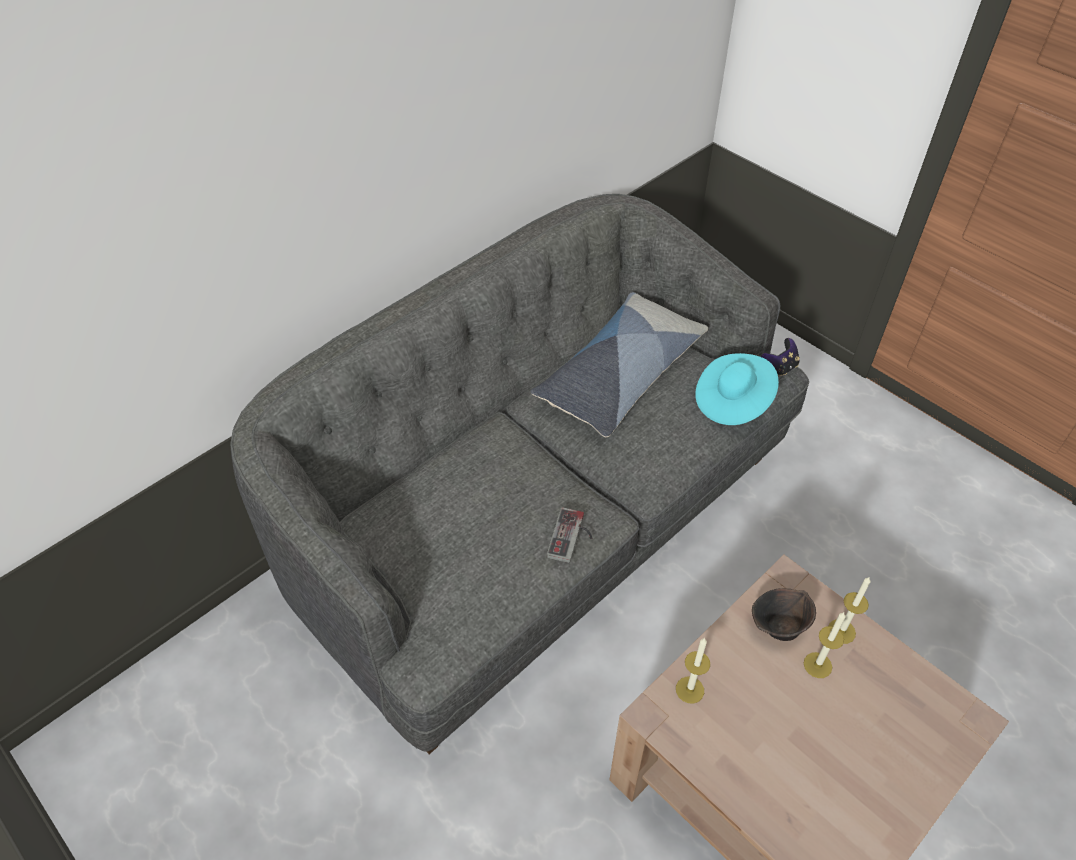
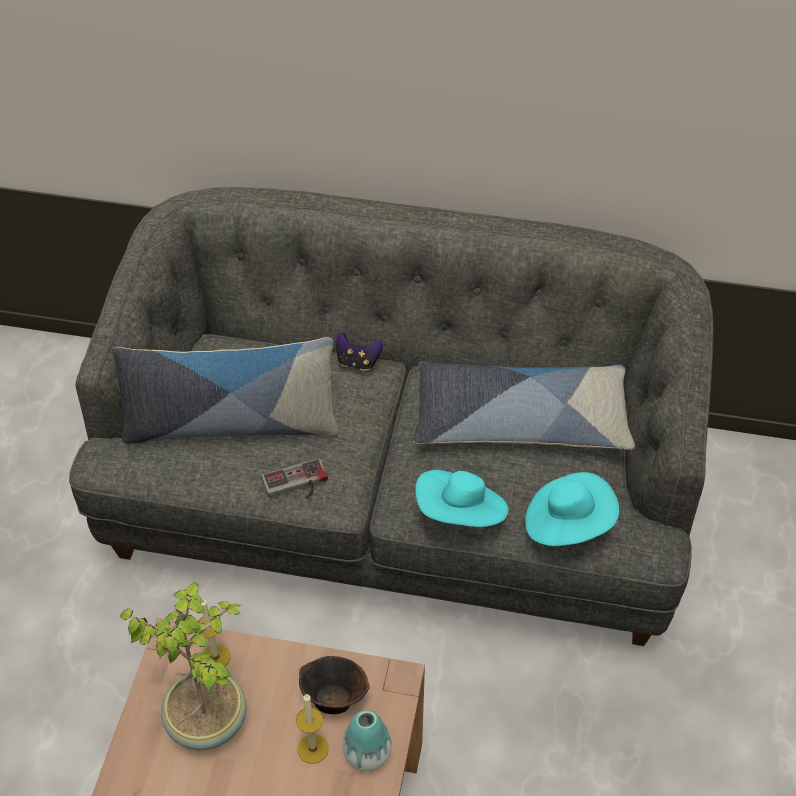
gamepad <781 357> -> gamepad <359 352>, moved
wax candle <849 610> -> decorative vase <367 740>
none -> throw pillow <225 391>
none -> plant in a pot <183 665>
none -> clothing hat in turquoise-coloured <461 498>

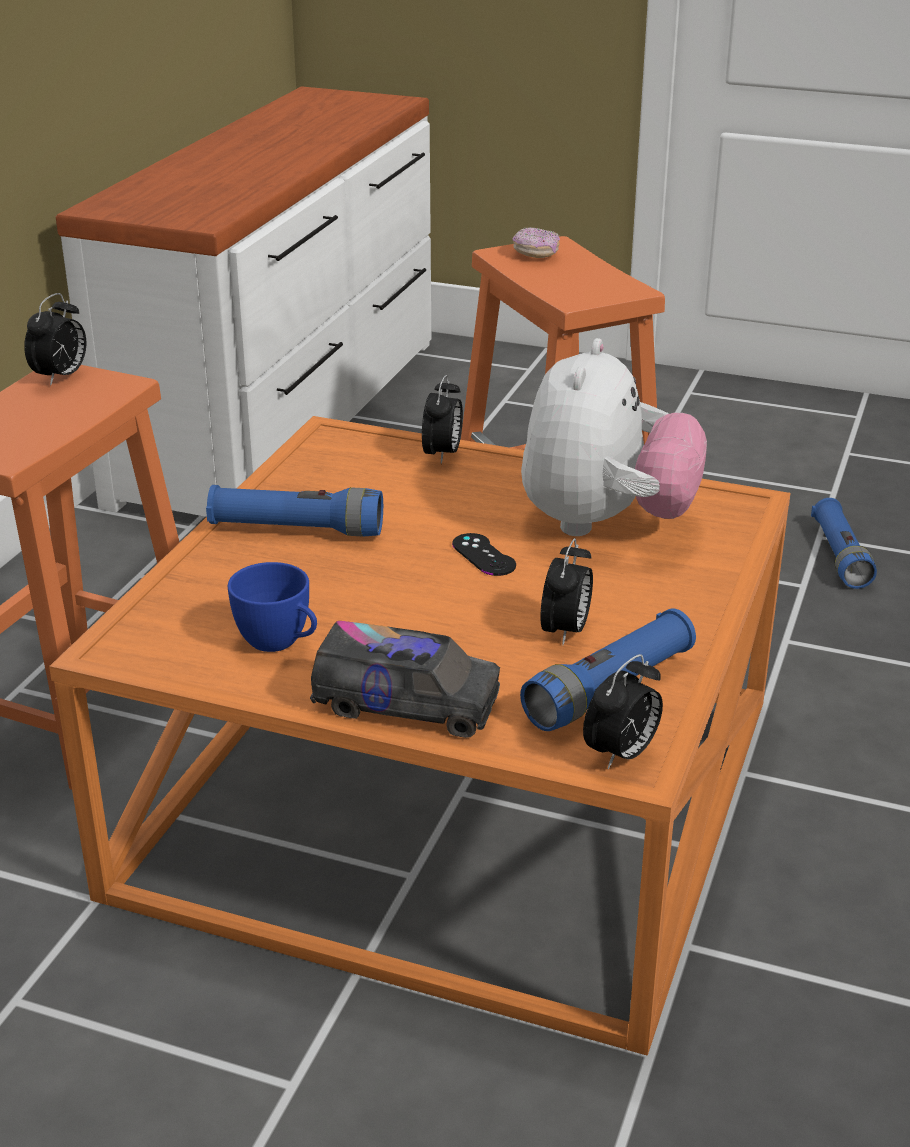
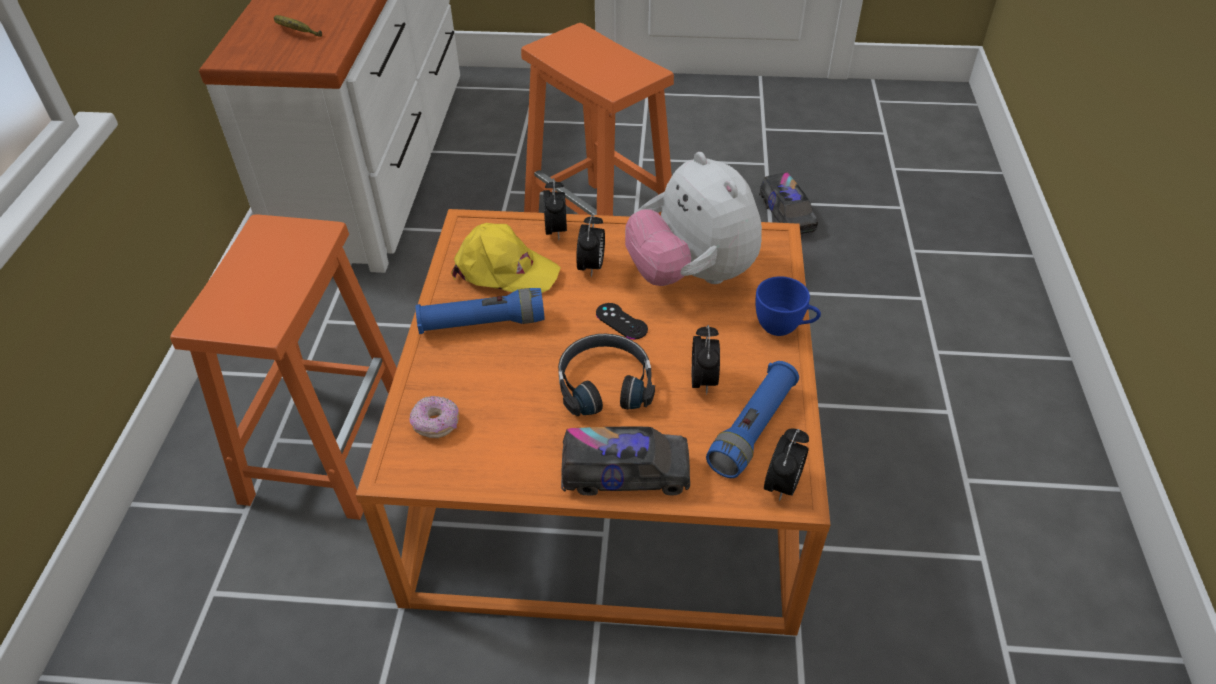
alarm clock <55 339> -> alarm clock <590 245>, moved
drinking cup in blue-coloured <272 607> -> drinking cup in blue-coloured <788 306>, moved
ring doughnut <536 242> -> ring doughnut <434 417>, moved
plush toy <614 437> -> plush toy <693 219>, 150 degrees clockwise
torch in blue-coloured <844 543> -> model truck <788 203>
none -> banana <298 26>
none -> baseball cap in yellow-coloured <506 258>
none -> headphones in black-coloured <606 375>

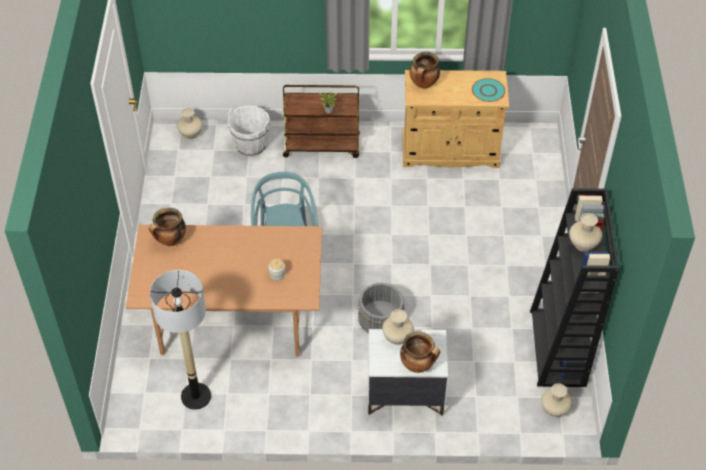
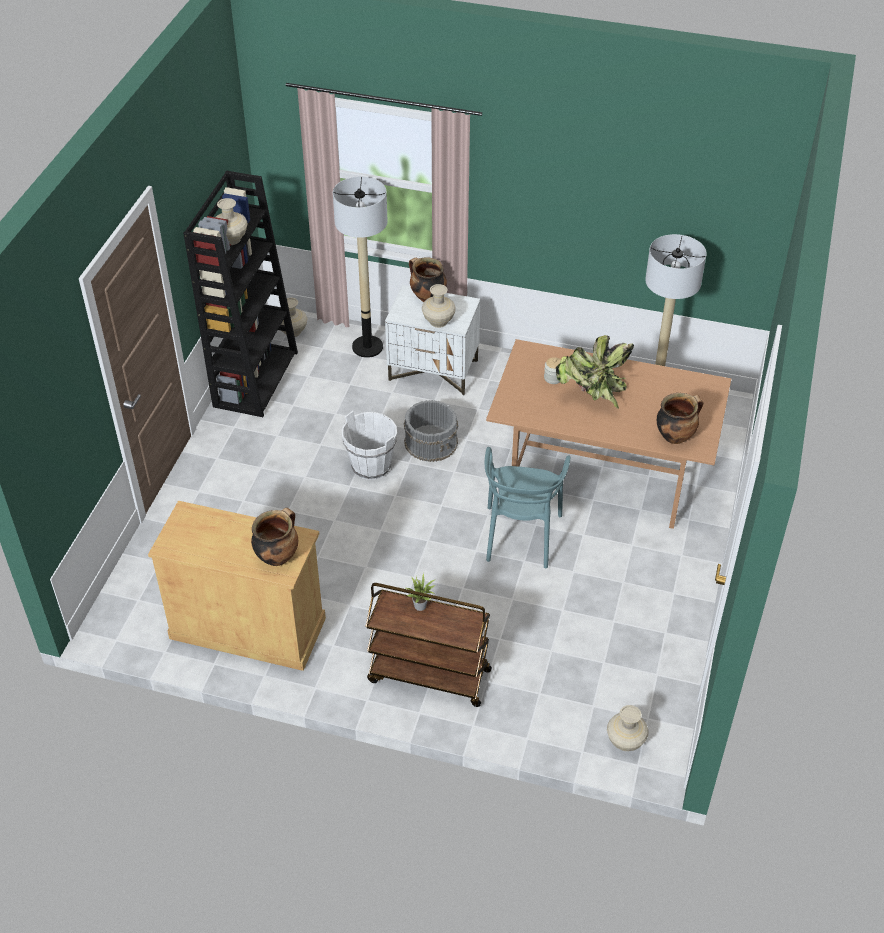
water bucket in white <249 131> -> water bucket in white <369 445>, moved
plate in turquoise-coloured <488 90> -> none
none -> floor lamp <360 267>
none -> plant in a pot <595 372>

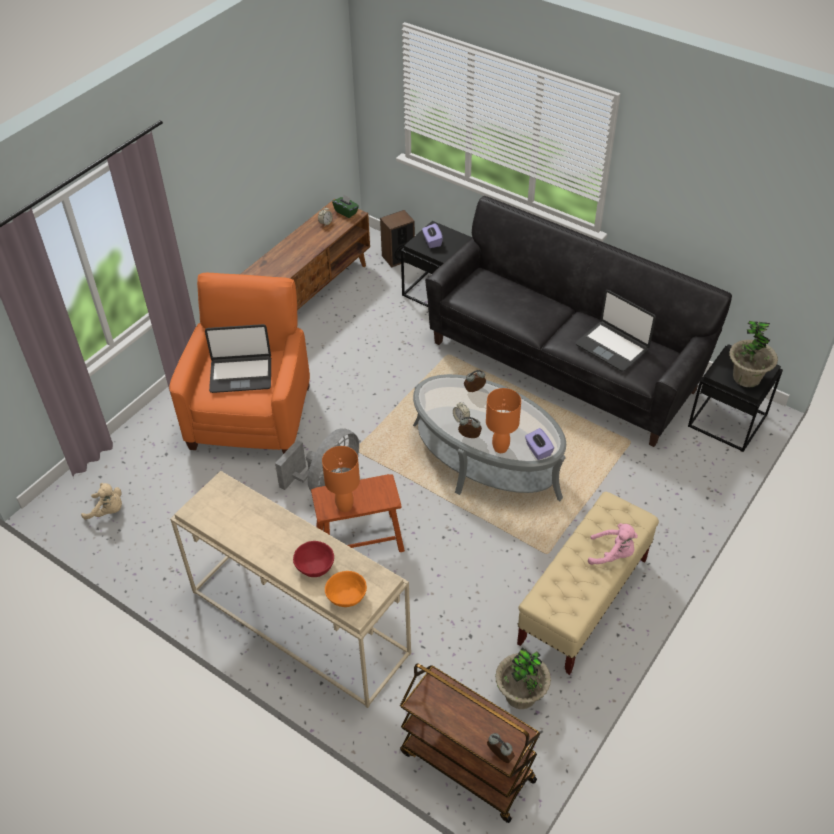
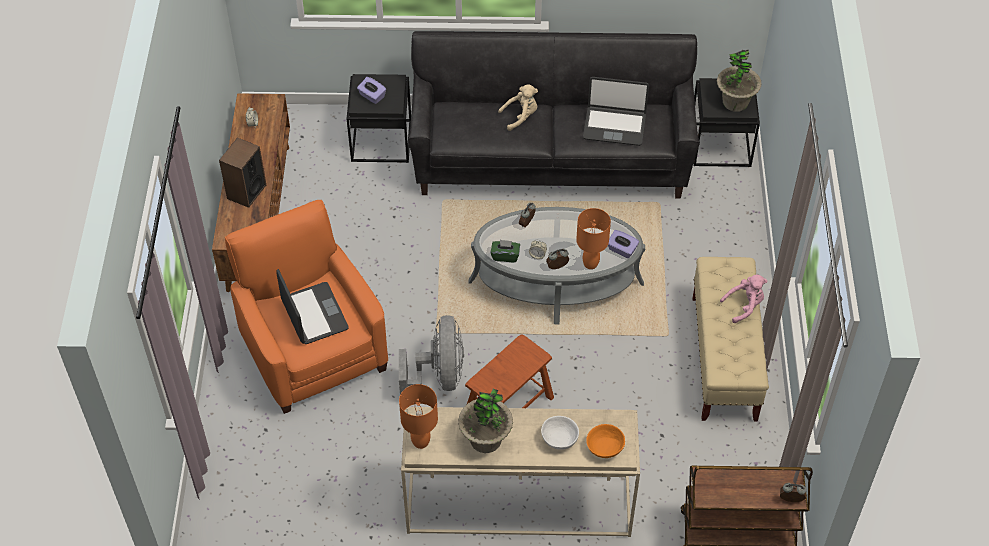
plush toy in beige-coloured <101 501> -> plush toy in beige-coloured <518 108>, moved
notebook computer <238 358> -> notebook computer <312 306>, 75 degrees counterclockwise
bowl in red <313 559> -> bowl in white <560 433>
tabletop lamp in orange-coloured <341 479> -> tabletop lamp in orange-coloured <418 416>, moved
tissue holder in greenish <345 206> -> tissue holder in greenish <505 251>, moved
speaker <397 238> -> speaker <242 173>, moved
plant in a pot <523 678> -> plant in a pot <485 421>, moved

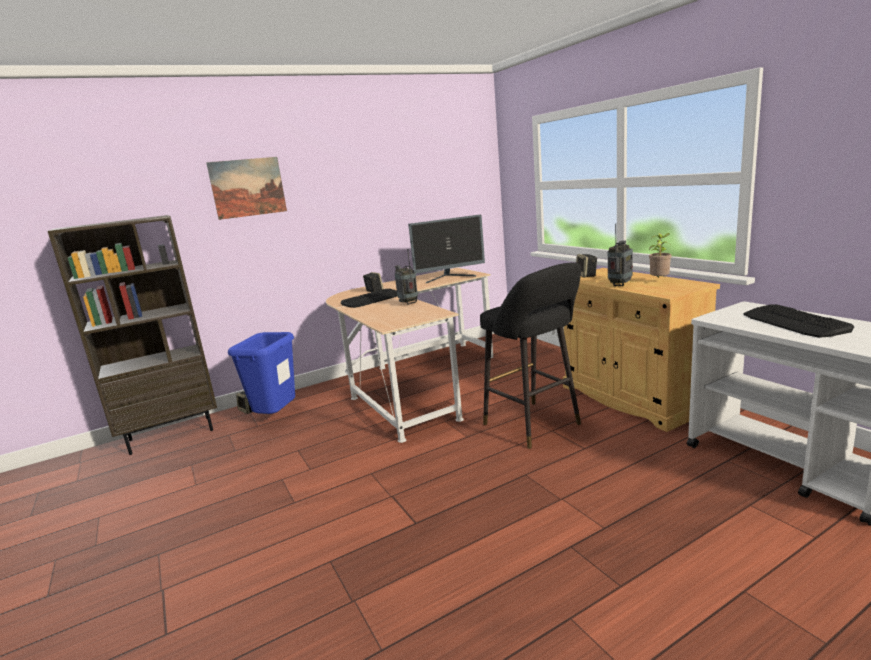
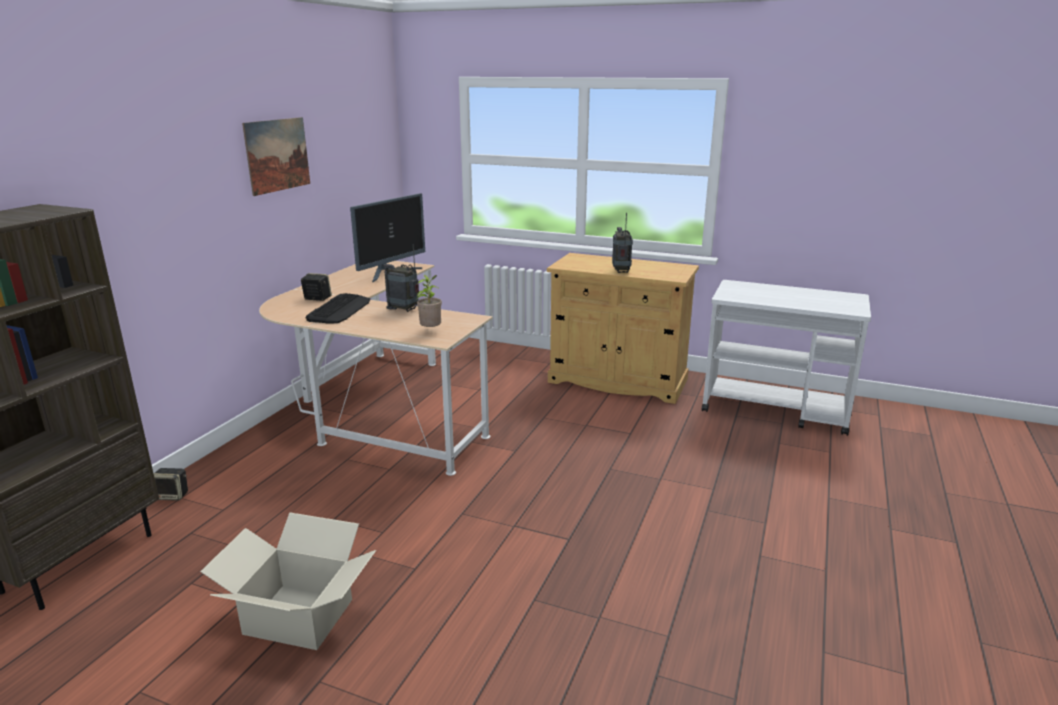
picture <246 188> -> picture <276 156>, moved
waste bin in blue-coloured <261 373> -> none
stool in black-coloured <530 355> -> none
speaker <586 265> -> none
plant in a pot <660 255> -> plant in a pot <429 301>, moved
computer keyboard <798 321> -> none
none -> carton <288 581>

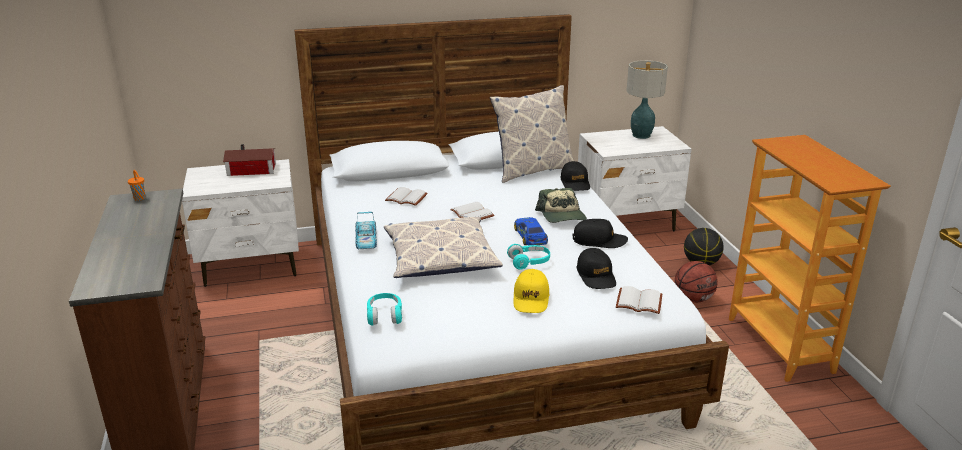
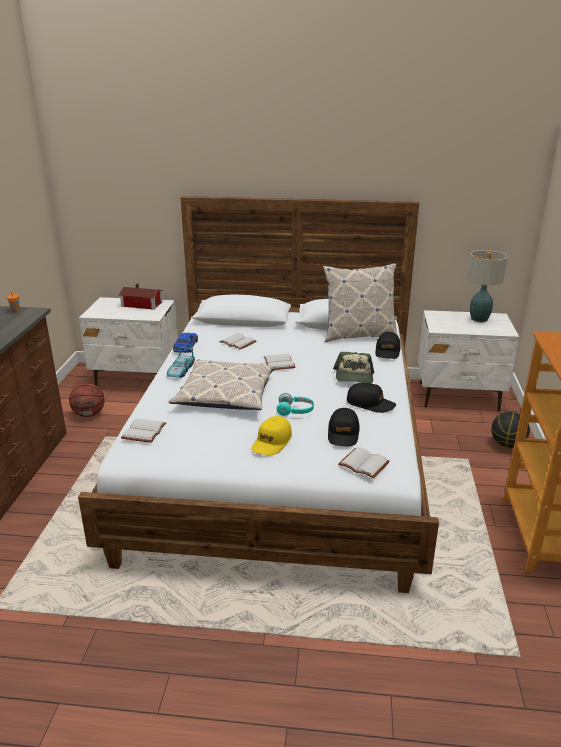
headphones in turquoise-coloured <384 309> -> bound book in white <143 430>
toy car <531 231> -> toy car <185 343>, moved
basketball ball <696 282> -> basketball ball <87 400>, moved

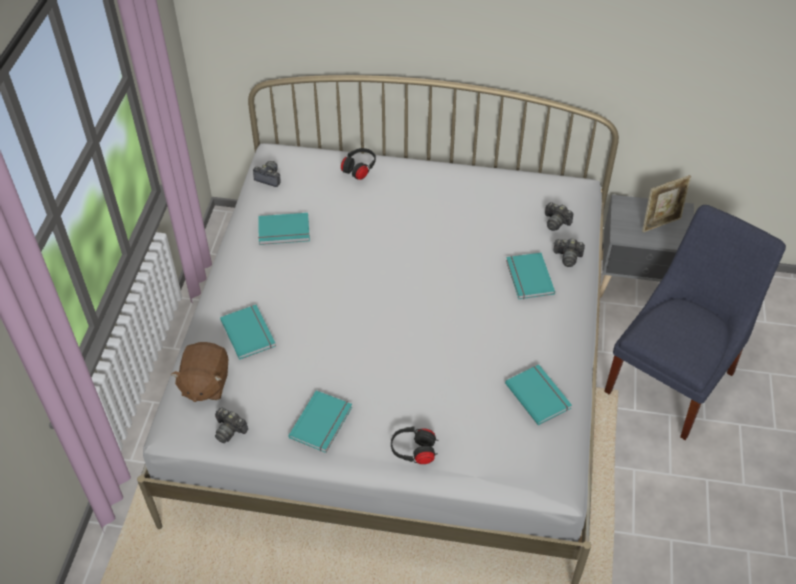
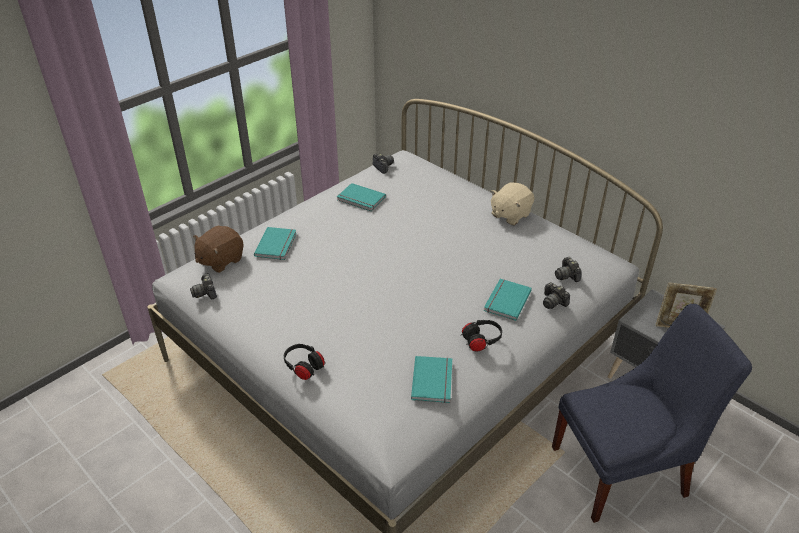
bound book in turquoise-coloured <320 421> -> none
headphones in black-coloured <358 164> -> headphones in black-coloured <481 336>, moved
none -> plush toy in beige-coloured <512 203>

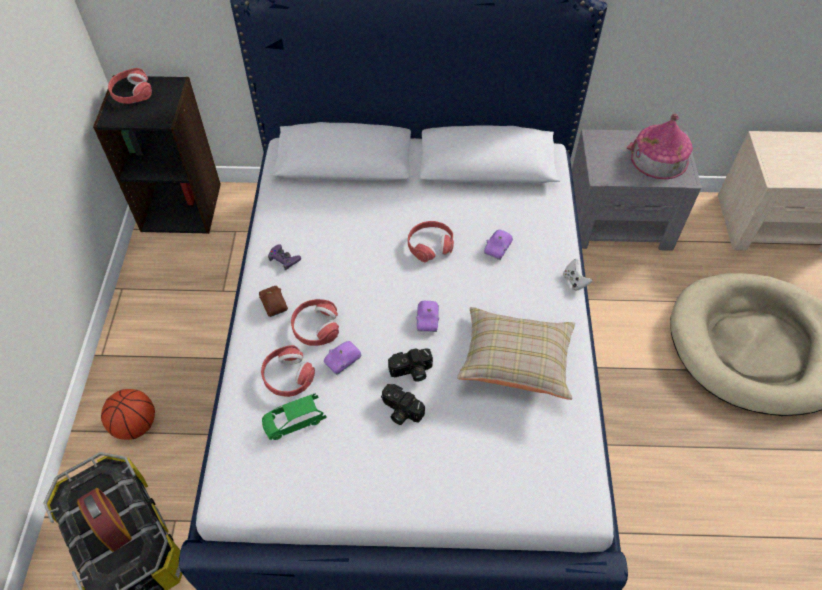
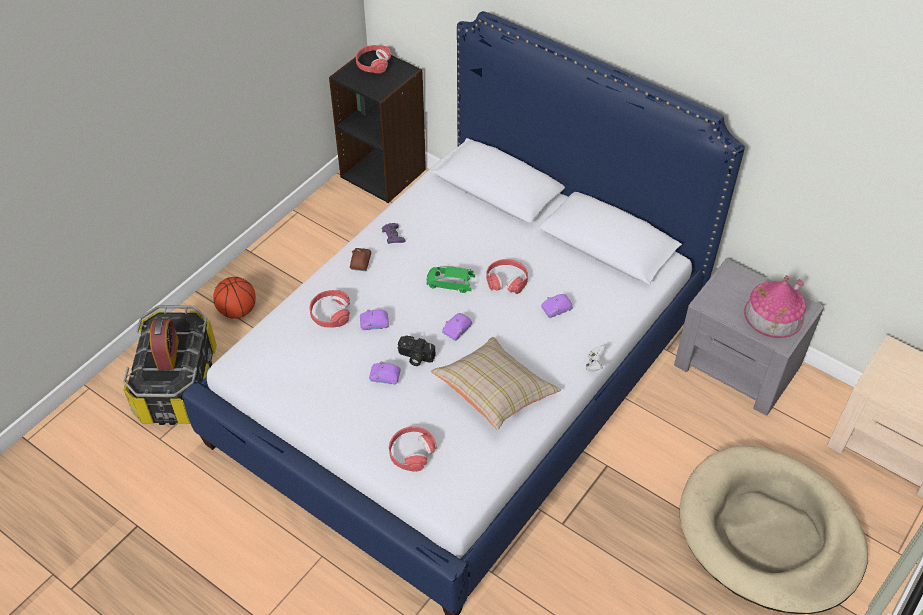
toy car in greenish <294 417> -> toy car in greenish <450 279>, moved
headphones in red <315 322> -> headphones in red <412 449>, moved
still camera <403 404> -> toy car in purple-coloured <385 372>

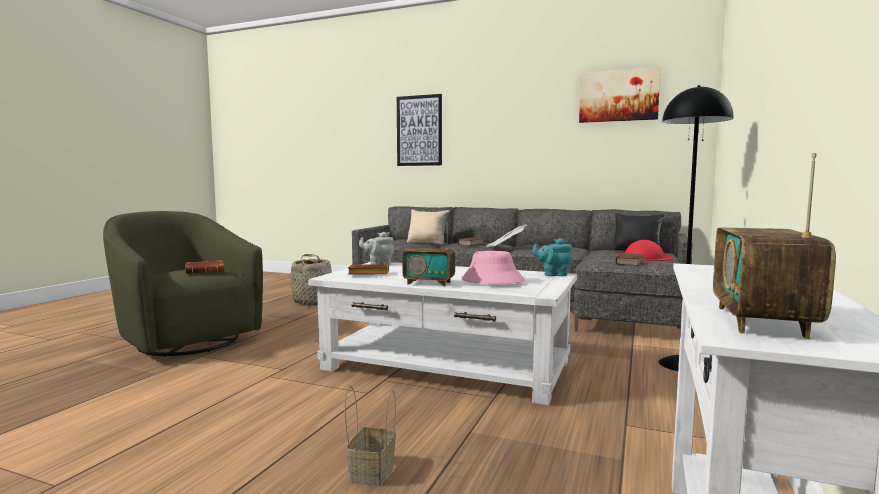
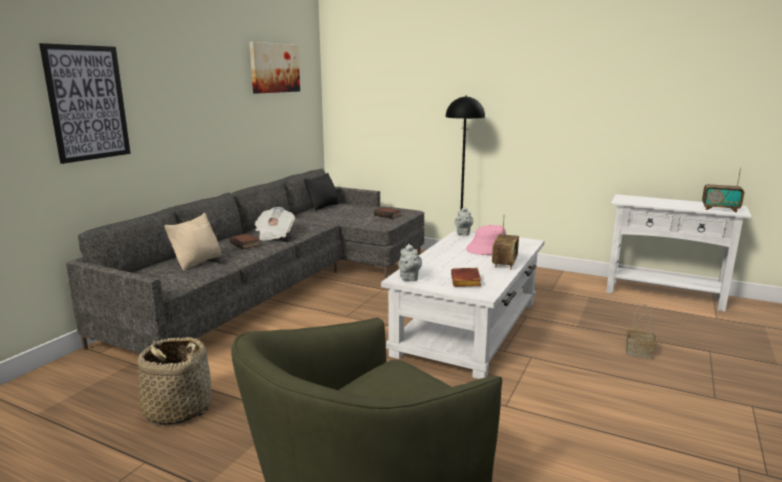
bound book in brown-coloured <204 267> -> none
teapot in turquoise-coloured <552 257> -> teapot in grey <463 221>
clothing hat in red <644 250> -> none

